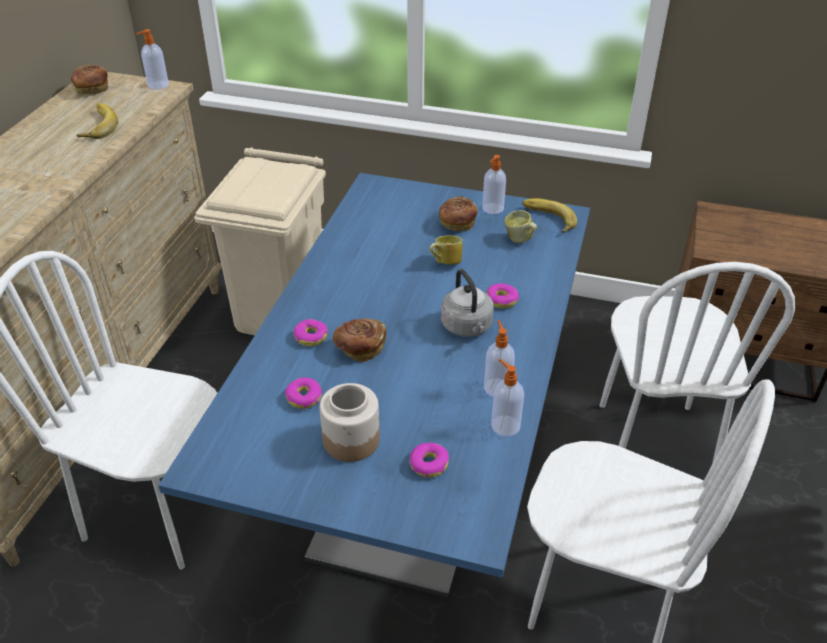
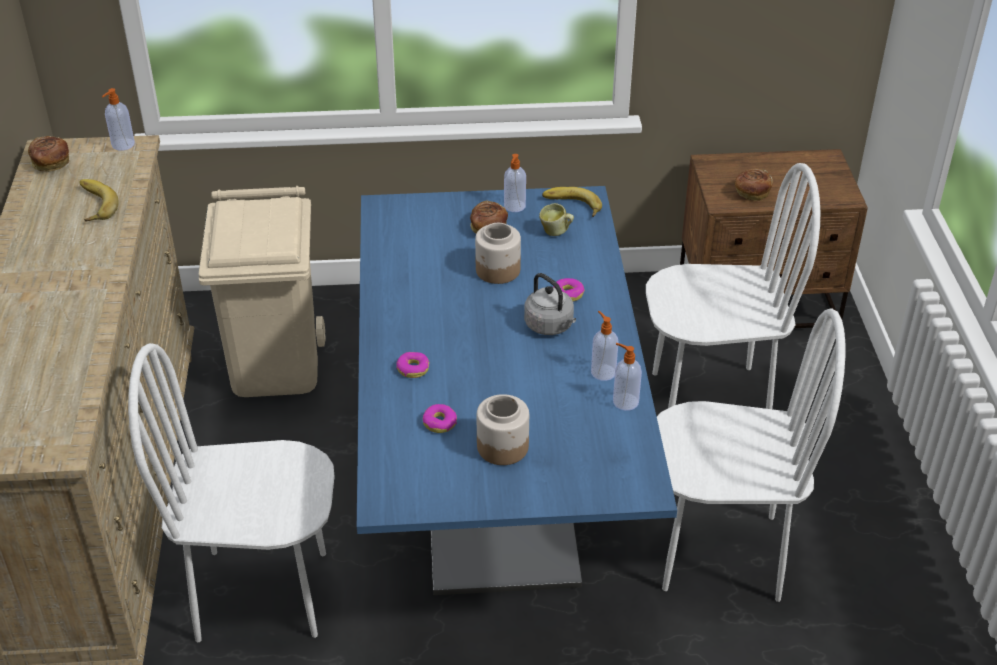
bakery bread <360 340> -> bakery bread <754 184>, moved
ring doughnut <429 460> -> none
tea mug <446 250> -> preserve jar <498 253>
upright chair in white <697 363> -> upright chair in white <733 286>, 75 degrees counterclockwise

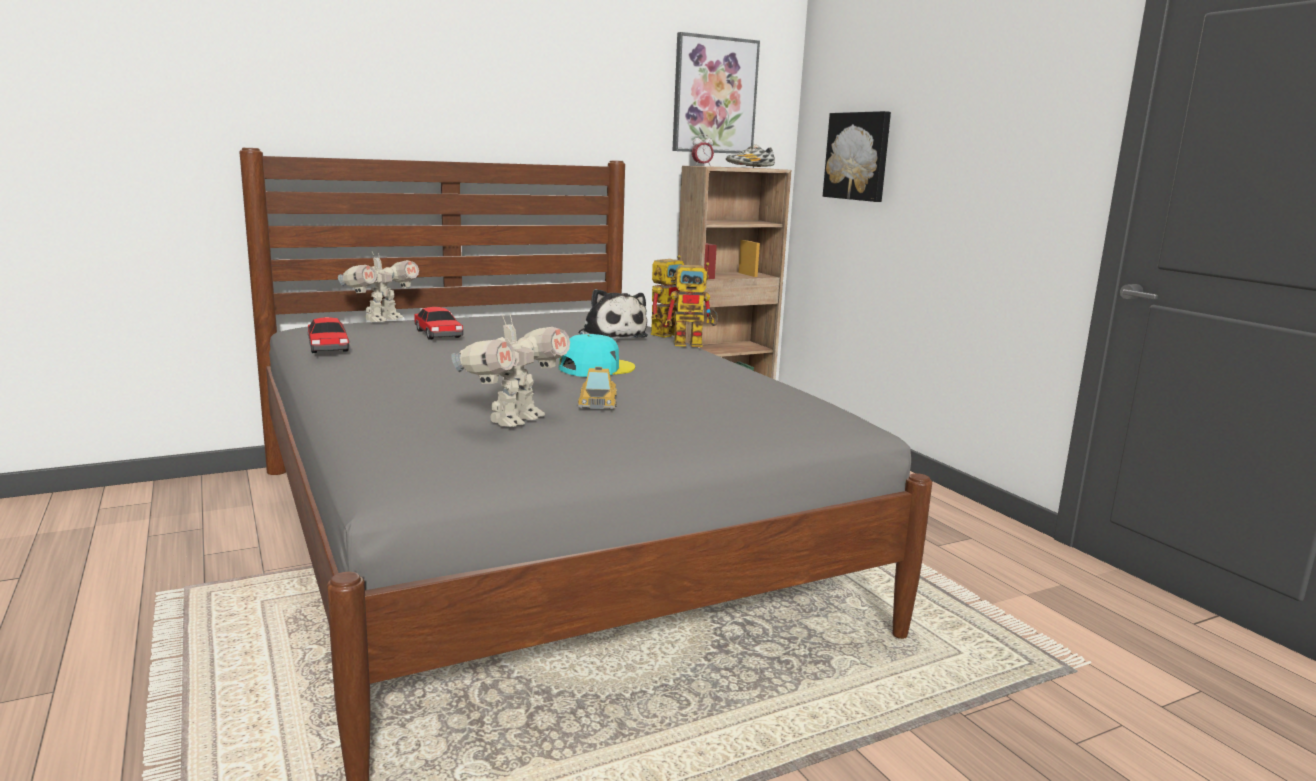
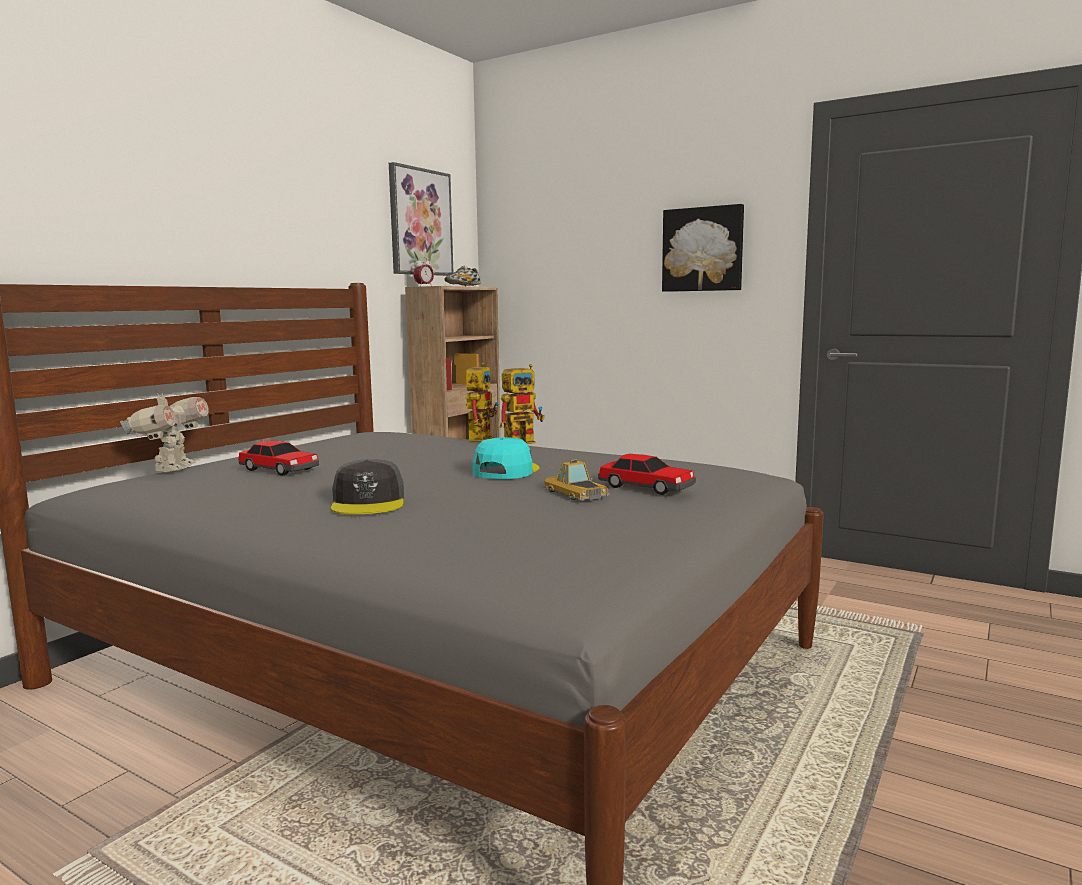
toy car <328 335> -> toy car <647 474>, moved
robot figure <510 370> -> none
plush toy <613 314> -> none
picture <857 156> -> picture <703 248>, moved
none -> baseball cap in grey <367 486>

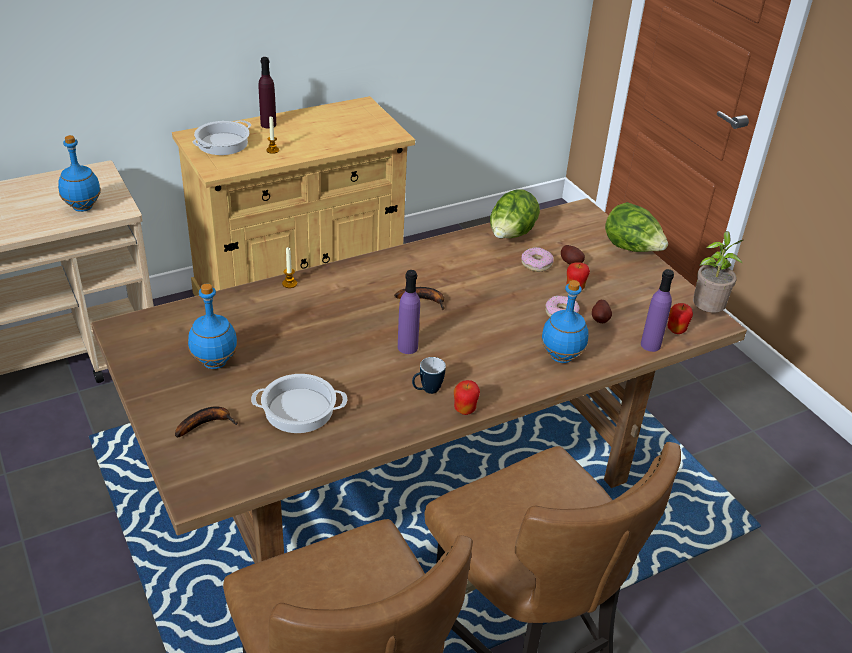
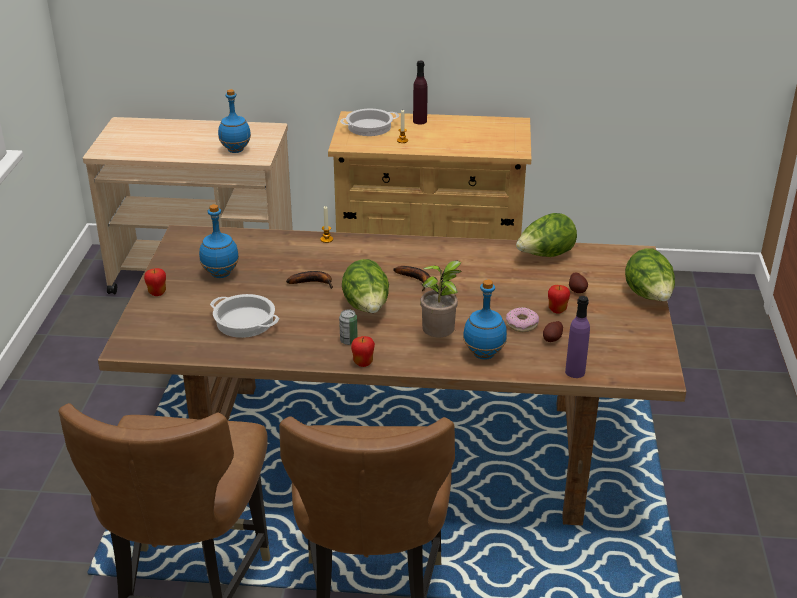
banana <206 422> -> banana <309 280>, moved
beverage bottle in purple-coloured <409 312> -> lettuce <365 286>
tea mug <429 375> -> can <348 327>
ring doughnut <537 259> -> none
apple <680 318> -> apple <155 282>, moved
plant in a pot <718 272> -> plant in a pot <441 299>, moved

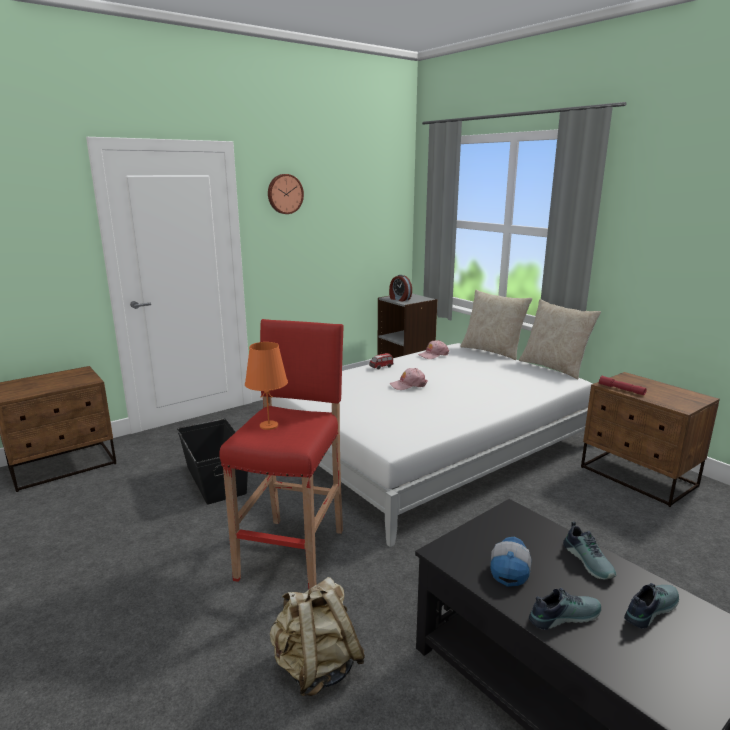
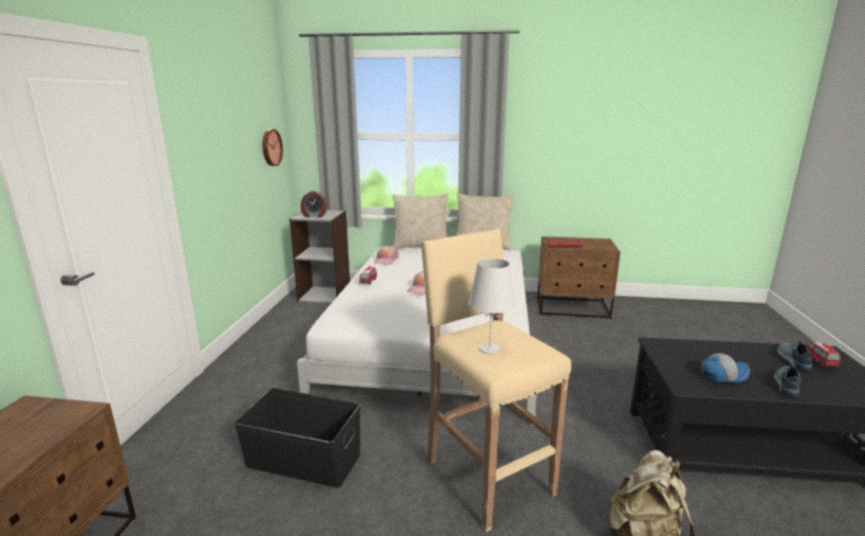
stool in red <281 454> -> stool in beige-coloured <496 380>
tabletop lamp in orange-coloured <266 386> -> tabletop lamp in white <492 306>
clock on the wall <286 194> -> clock on the wall <272 147>, moved
baseball cap <511 562> -> baseball cap <726 368>, 105 degrees clockwise
item of footwear <589 551> -> none
none -> toy car <823 355>

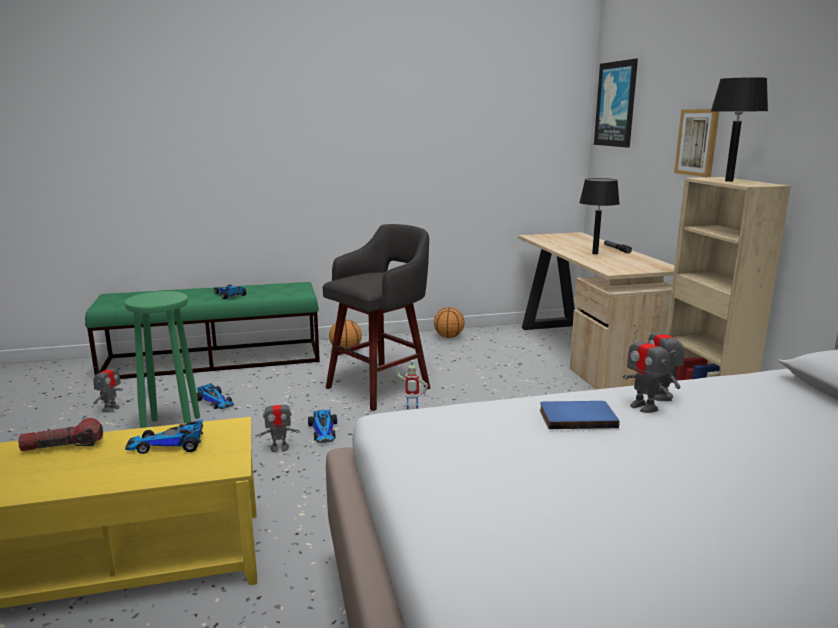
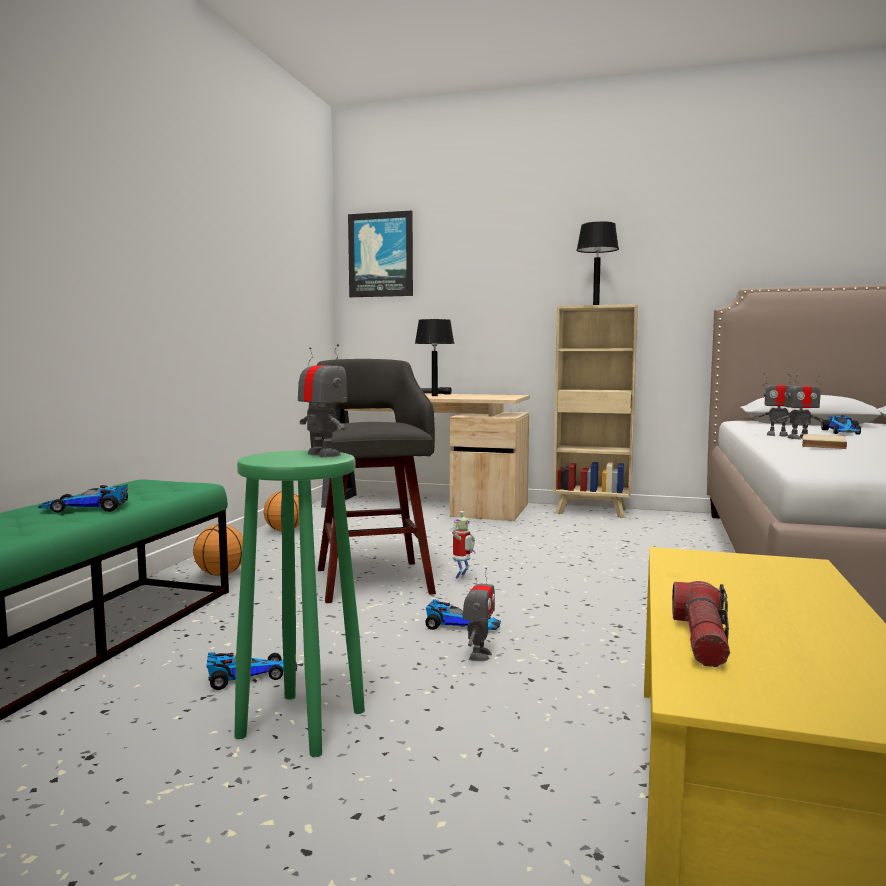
robot figure <108 385> -> robot figure <322 400>, moved
toy car <164 436> -> toy car <841 425>, moved
bound book in blue-coloured <580 415> -> bound book in beige-coloured <824 441>
picture <696 143> -> none

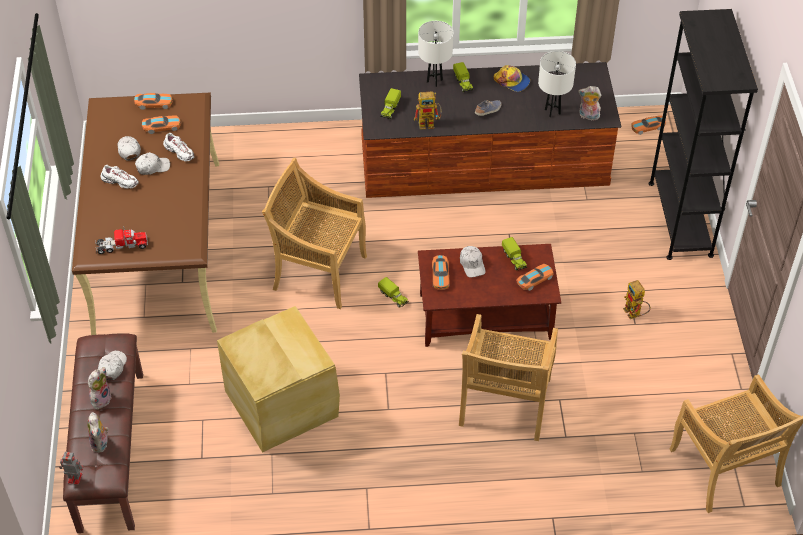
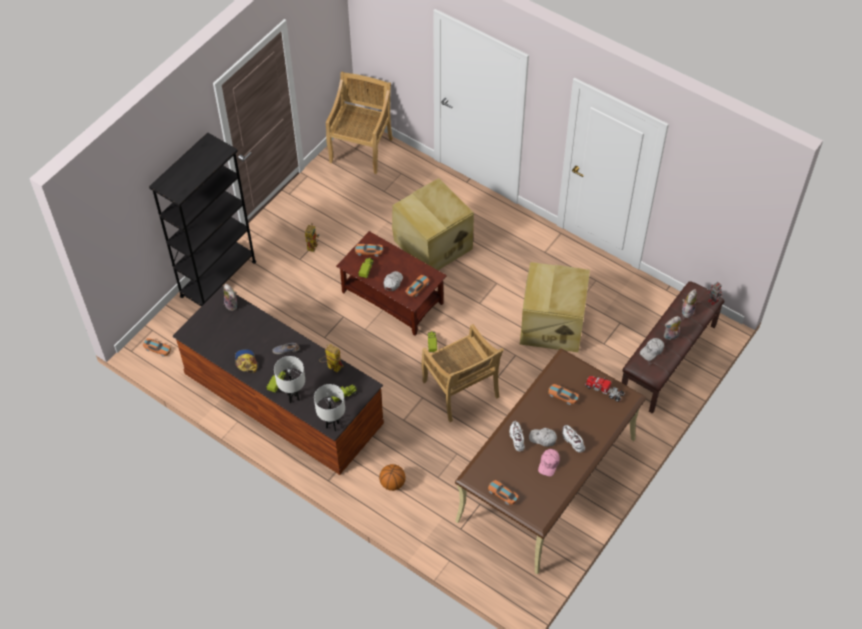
baseball cap in white <129 148> -> baseball cap in pinkish <549 462>
toy car <161 124> -> toy car <563 394>, moved
upright chair in beige-coloured <508 377> -> storage bin in beige-coloured <433 224>
tabletop lamp in white <557 84> -> tabletop lamp in white <329 407>, moved
none -> basketball ball <392 477>

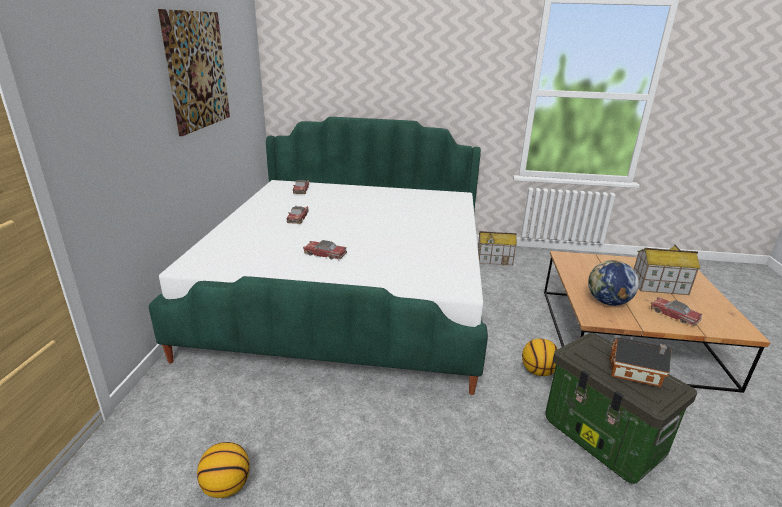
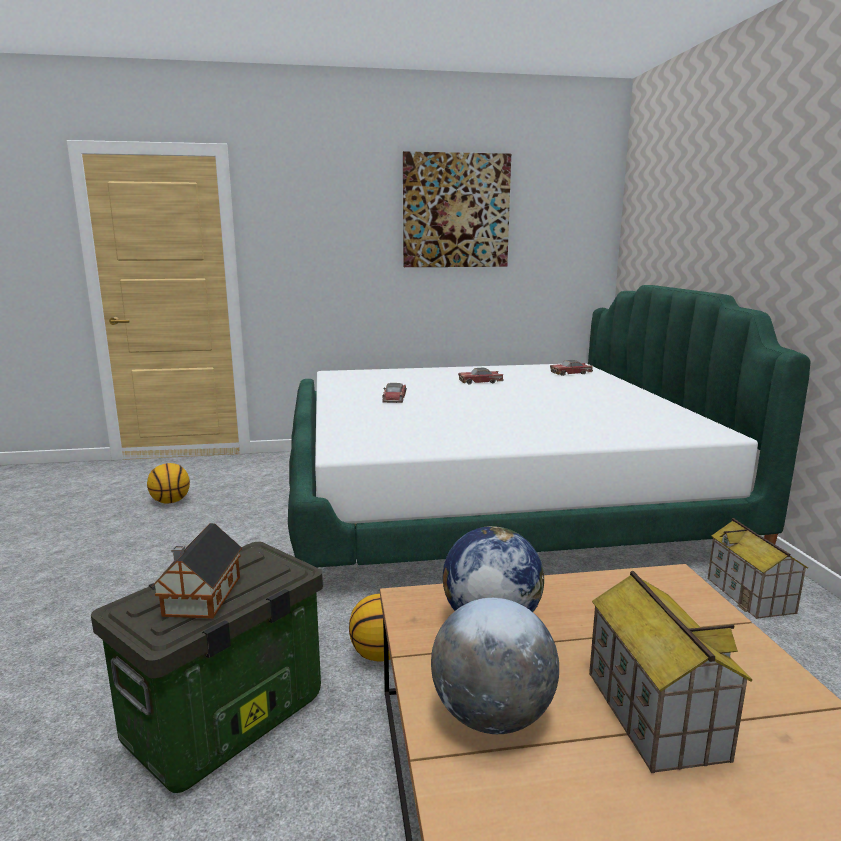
toy car <677 311> -> globe <495 666>

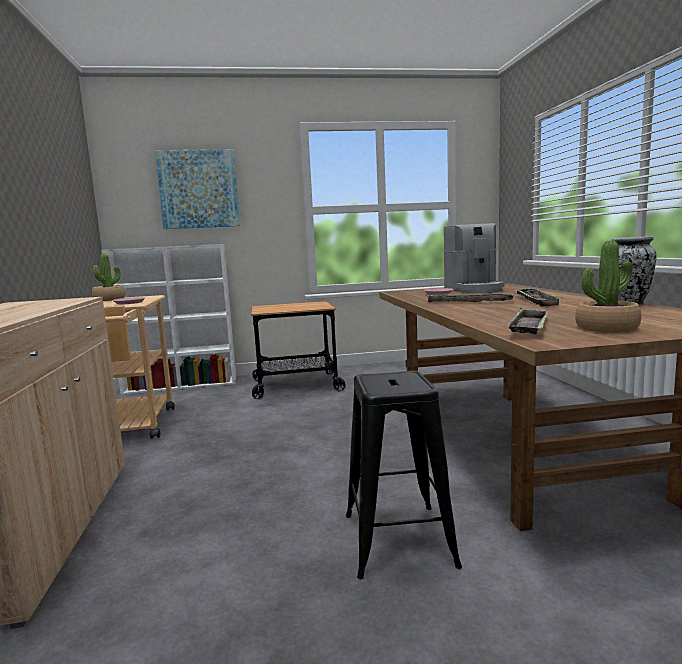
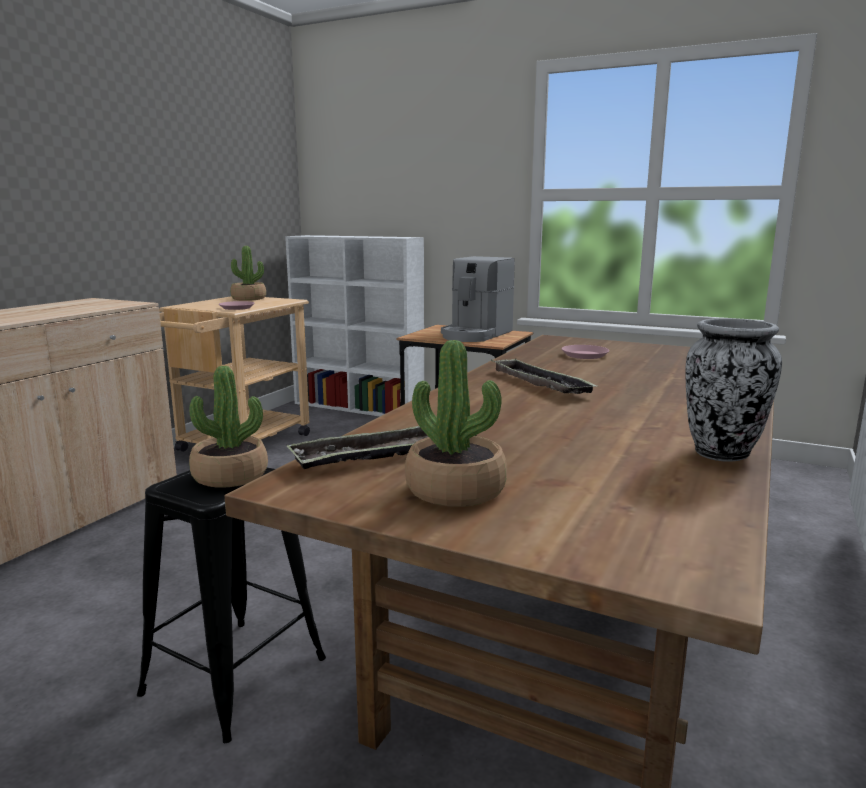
picture <197 189> -> none
coffee brewer <474 258> -> coffee brewer <478 299>, moved
tray <539 297> -> none
none -> plant in a pot <228 427>

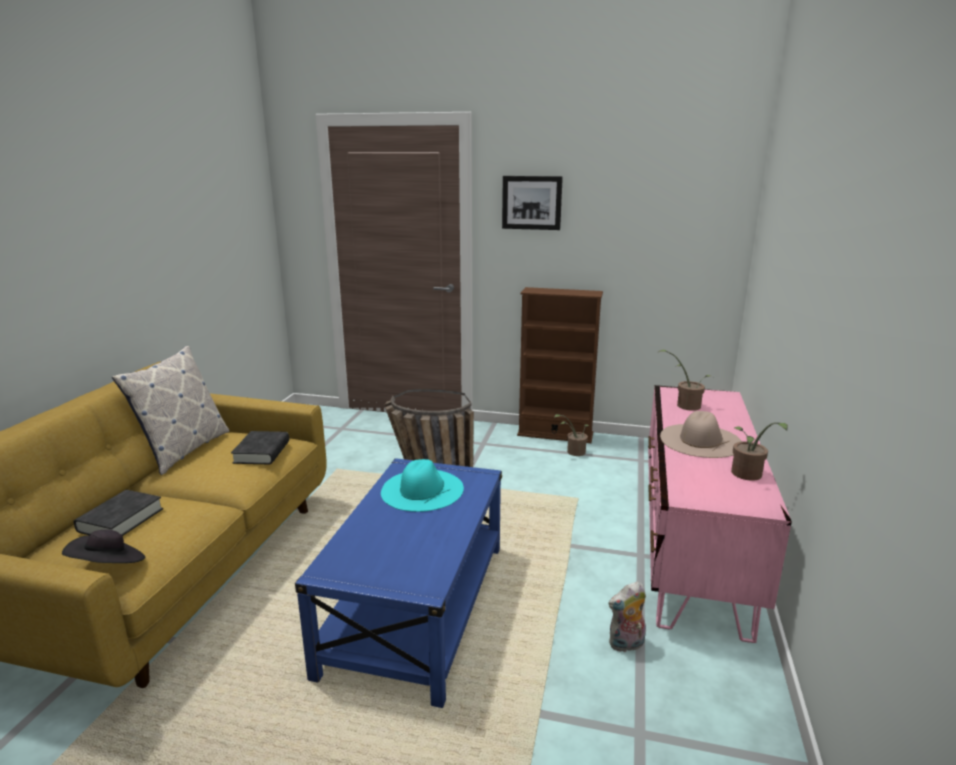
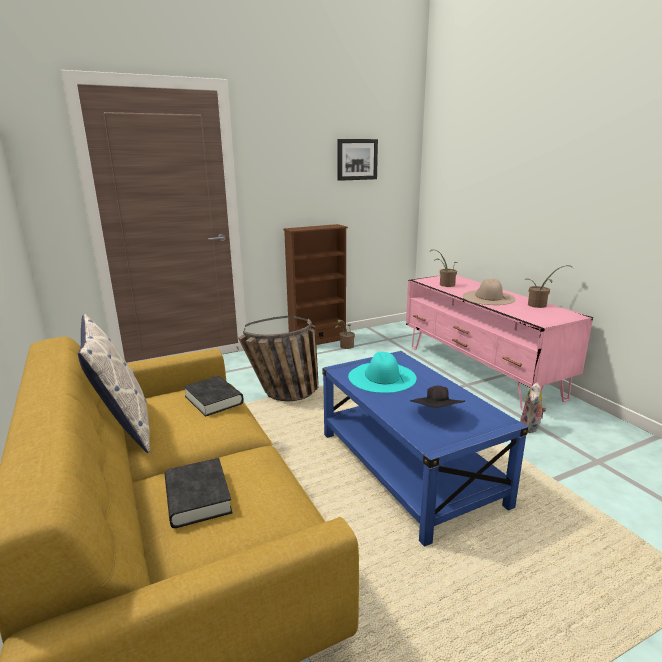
clothing hat in black-coloured <103 546> -> clothing hat in black-coloured <437 397>, moved
picture <532 203> -> picture <357 160>, moved

